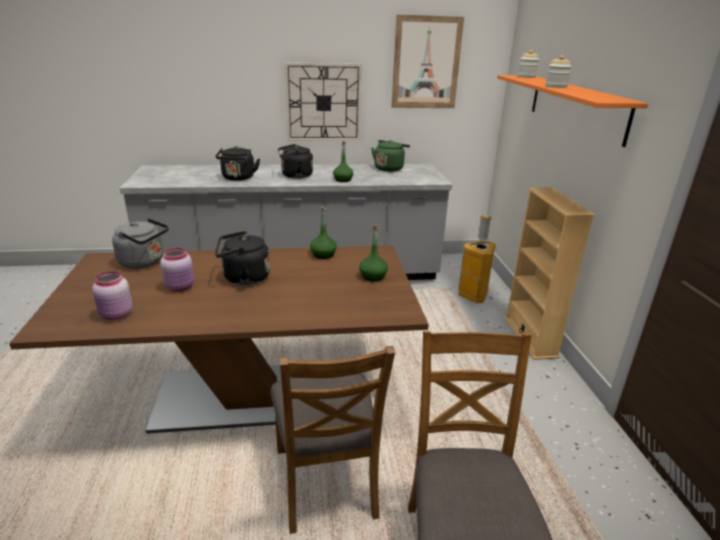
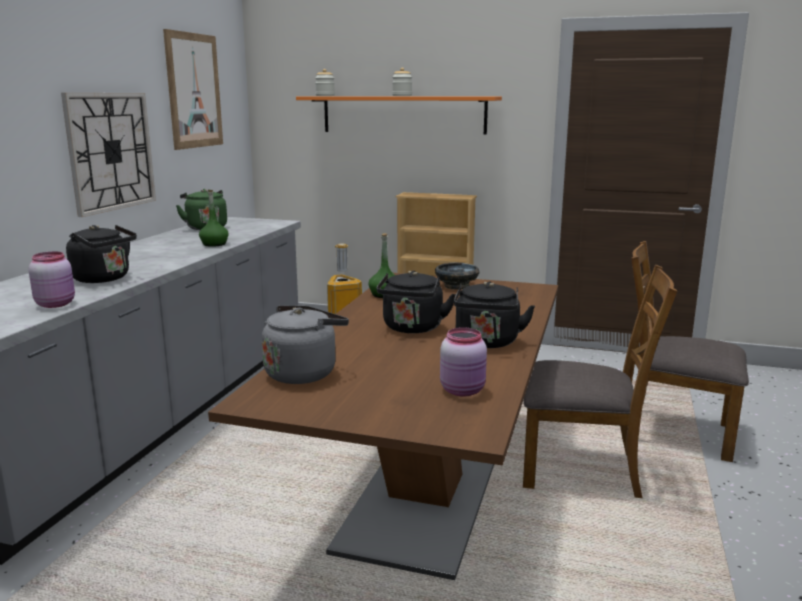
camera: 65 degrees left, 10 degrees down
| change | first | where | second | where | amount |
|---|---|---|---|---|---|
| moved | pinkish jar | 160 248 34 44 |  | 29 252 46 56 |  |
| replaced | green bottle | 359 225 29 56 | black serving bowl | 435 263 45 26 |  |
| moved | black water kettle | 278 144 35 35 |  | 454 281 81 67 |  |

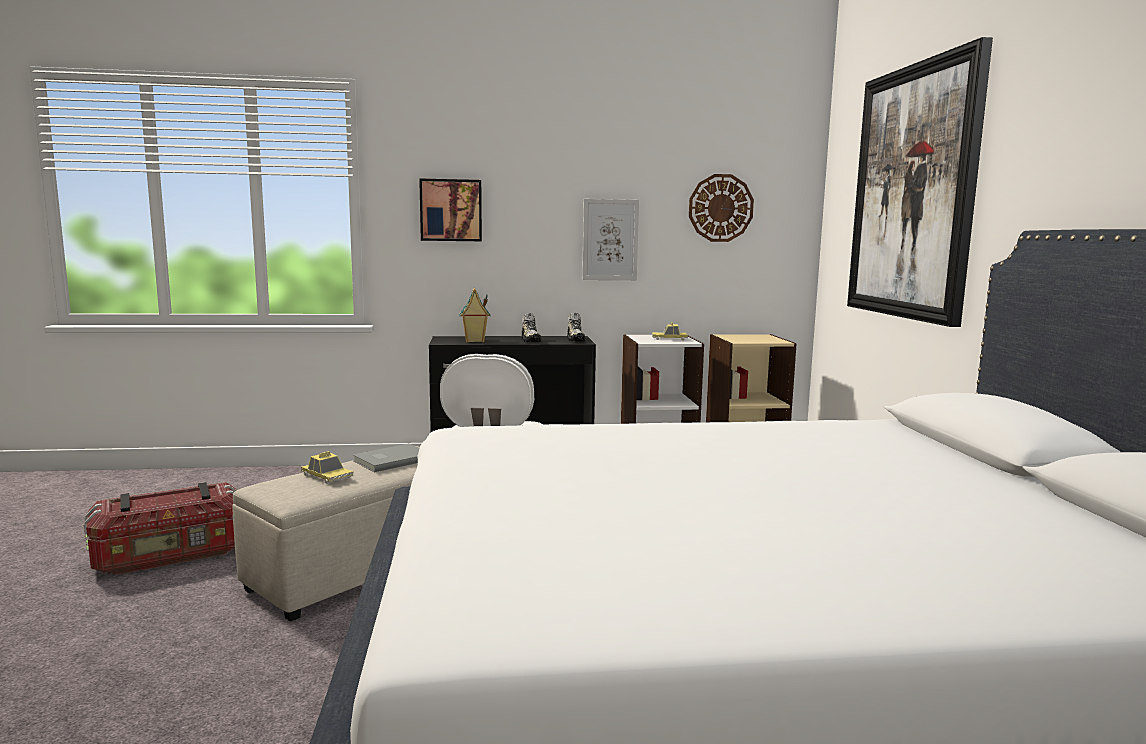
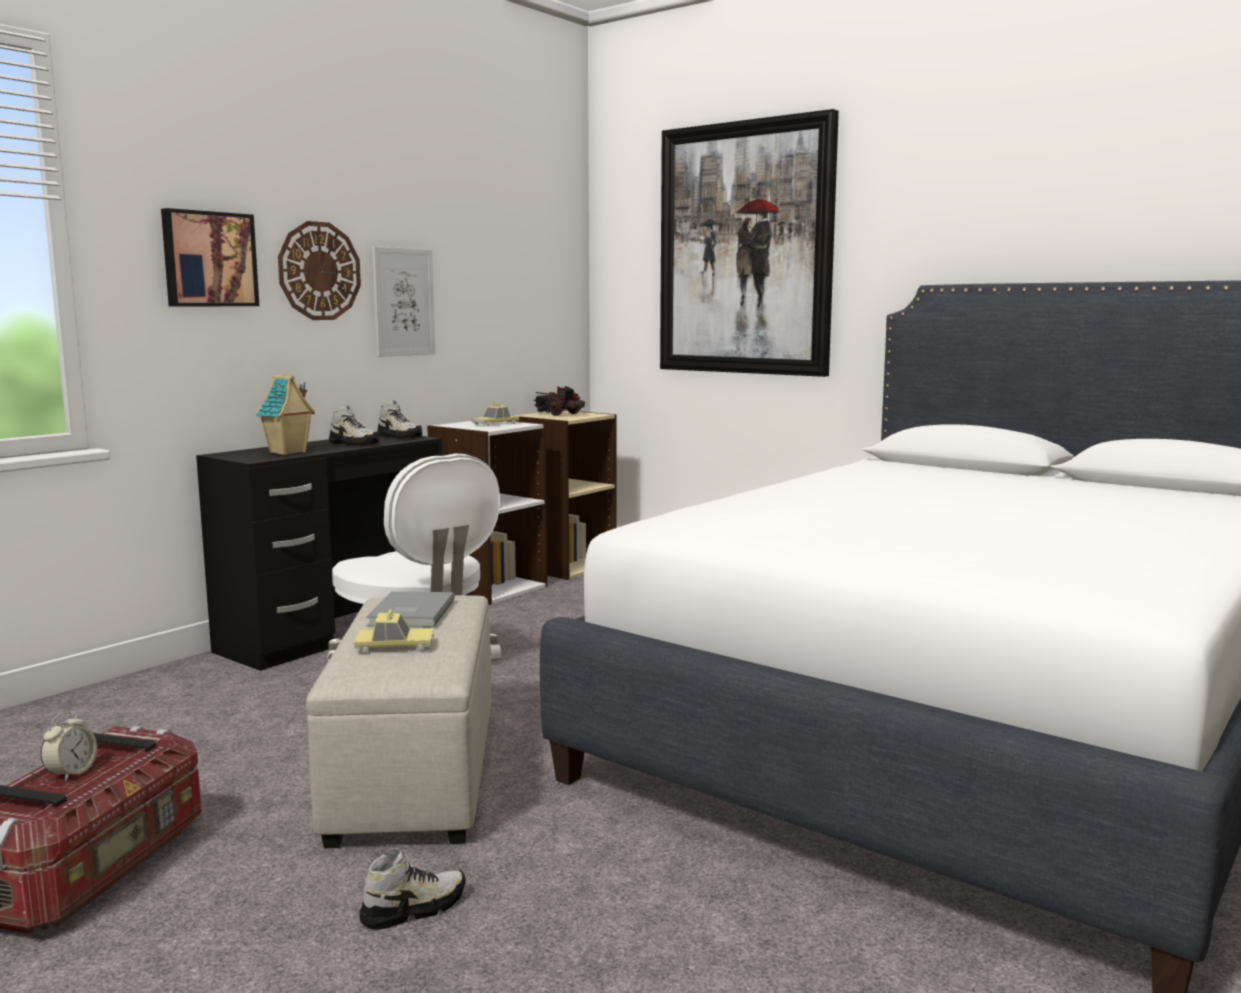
camera: 45 degrees left, 0 degrees up
| change | first | where | second | where | amount |
|---|---|---|---|---|---|
| added |  |  | bedside clock | 41 712 56 69 |  |
| moved | hanging clock | 689 174 65 68 |  | 278 221 83 99 |  |
| added |  |  | item of footwear | 359 848 107 82 |  |
| added |  |  | toy truck | 533 386 52 30 |  |

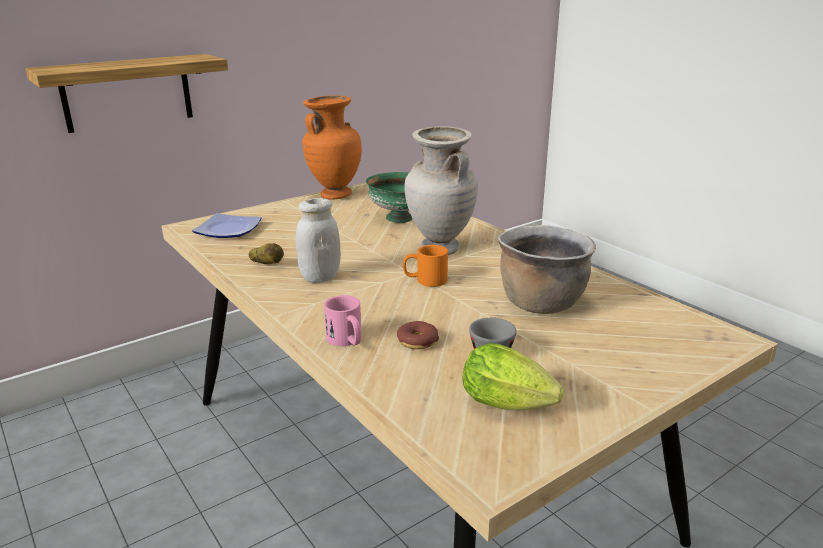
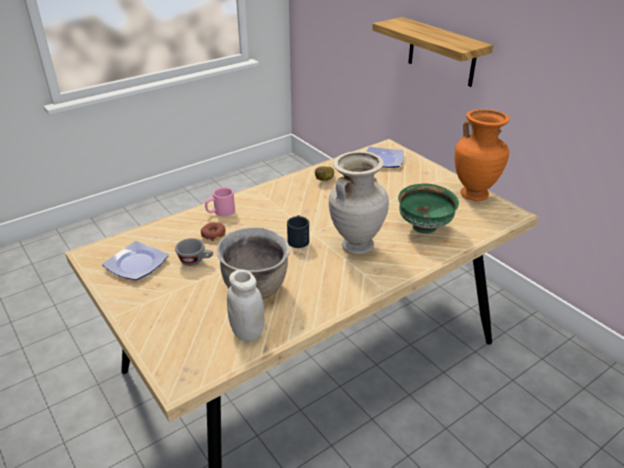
camera: 90 degrees right, 10 degrees up
| change | first | where | second | where | amount |
|---|---|---|---|---|---|
| replaced | lettuce head | 462 343 102 68 | plate | 102 241 67 39 |  |
| moved | white-coloured jar | 296 198 45 85 |  | 227 270 38 71 |  |
| recoloured | orangey mug | 403 245 45 42 | black mug | 287 215 22 33 |  |

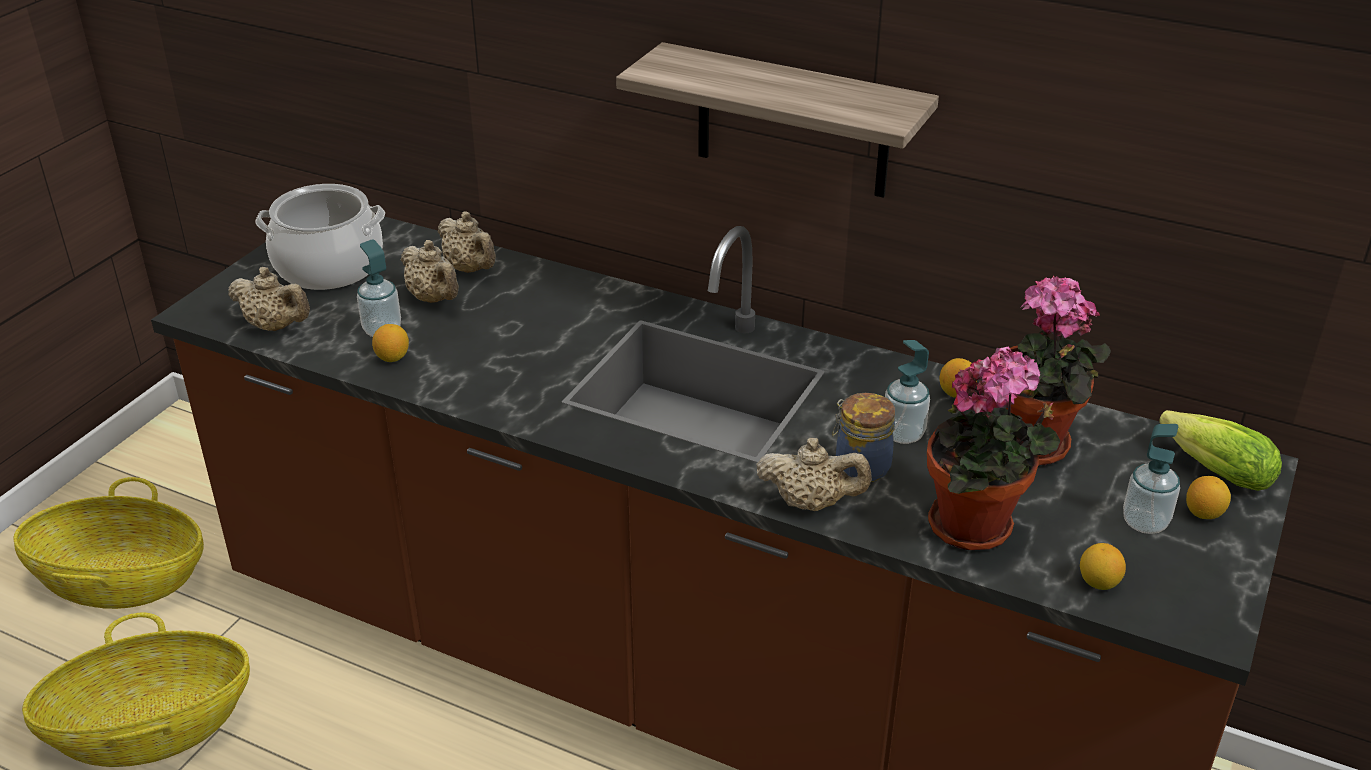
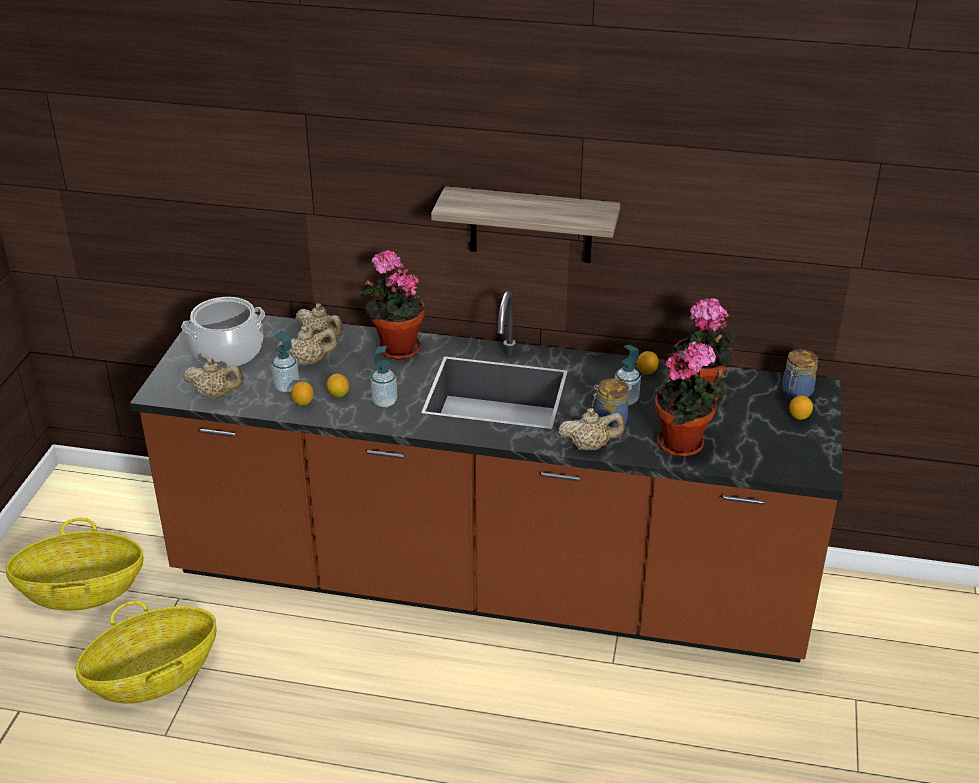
camera: 15 degrees left, 0 degrees up
| change | first | where | second | where | amount |
|---|---|---|---|---|---|
| turned | sand-coloured tea pot | 401 240 58 63 |  | 277 326 61 40 | 45 degrees counterclockwise |
| moved | whole lemon | 1080 543 46 47 |  | 327 374 22 23 |  |
| added |  |  | houseplant | 359 250 66 110 |  |
| moved | soap bottle | 1123 424 57 110 |  | 371 346 26 61 |  |
| replaced | lettuce head | 1159 410 123 81 | jar | 782 349 36 49 |  |

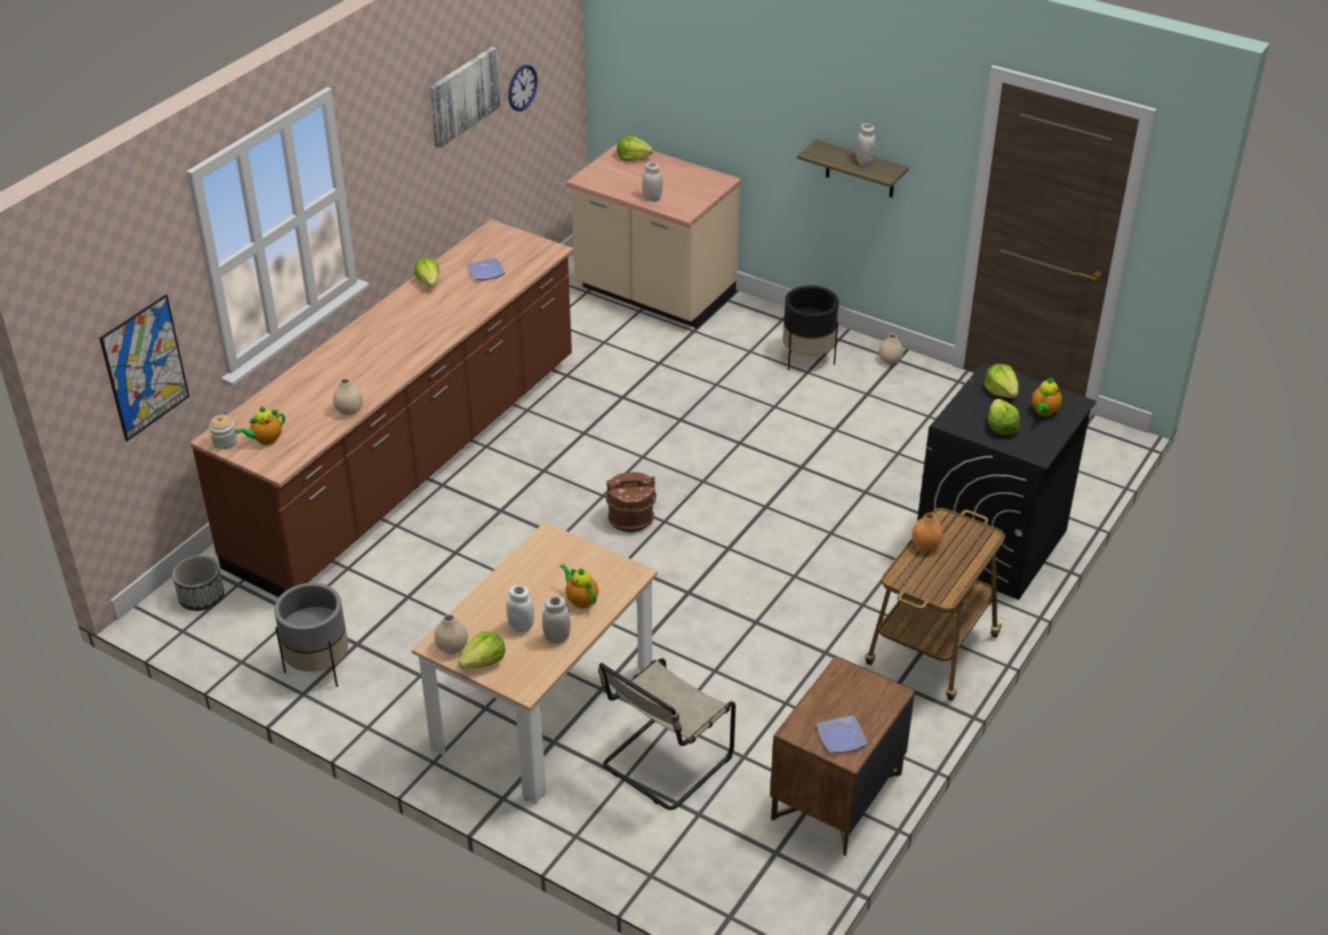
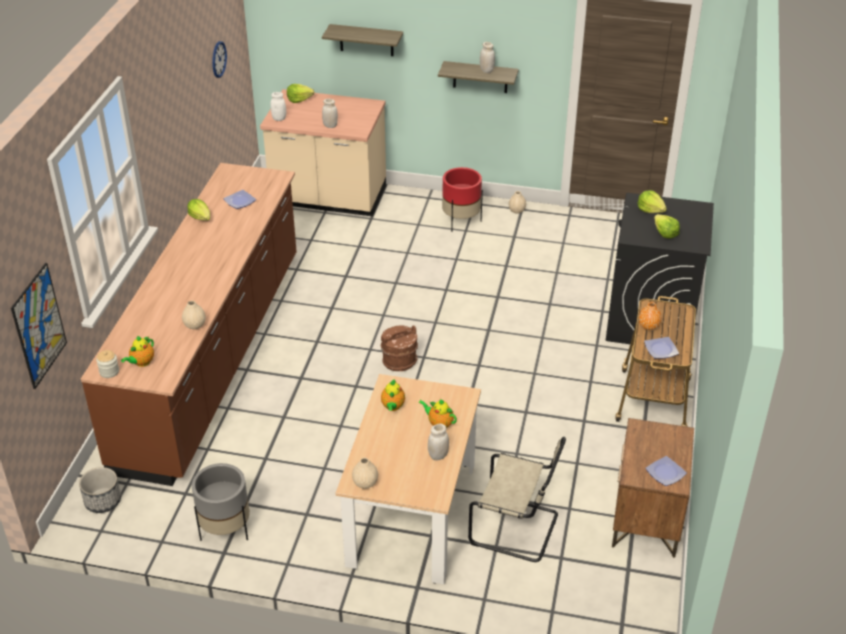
camera: 20 degrees left, 0 degrees up
| change | first | where | second | where | amount |
|---|---|---|---|---|---|
| moved | white-coloured jar | 506 585 28 48 |  | 270 92 16 29 |  |
| added |  |  | bracket shelf | 322 24 81 32 |  |
| moved | tea pot | 1032 378 30 38 |  | 381 380 24 31 |  |
| recoloured | black plant pot | 783 286 56 84 | reddish plant pot | 442 167 41 65 |  |
| turned | sand-coloured upright chair | 598 658 138 152 |  | 468 437 98 125 | 90 degrees counterclockwise |
| added |  |  | plate | 644 337 35 22 |  |
| removed | wall picture | 430 47 71 101 |  |  |  |
| removed | lettuce head | 458 631 48 38 |  |  |  |

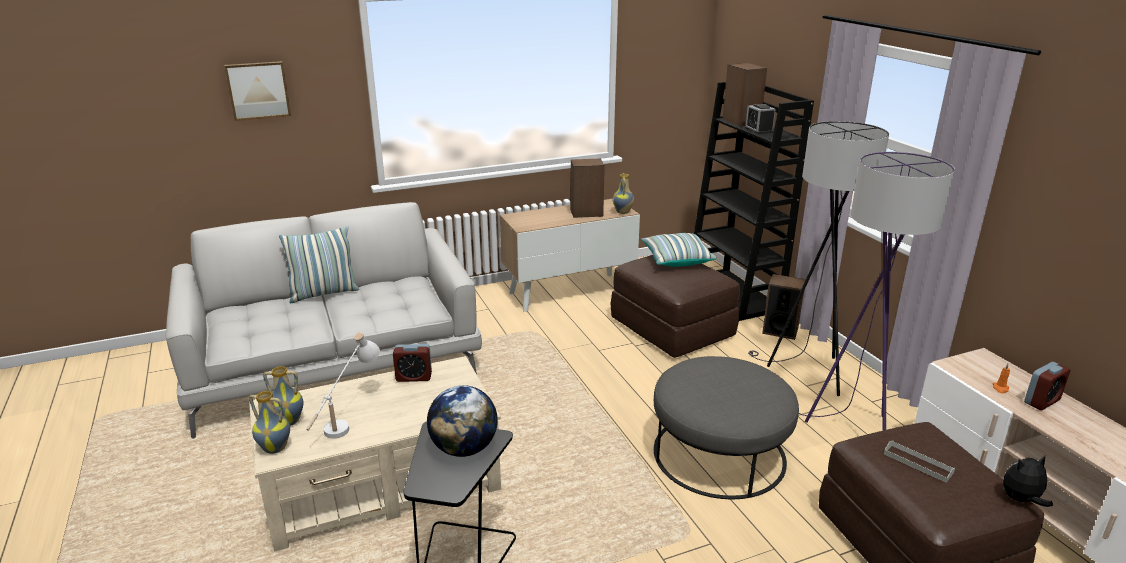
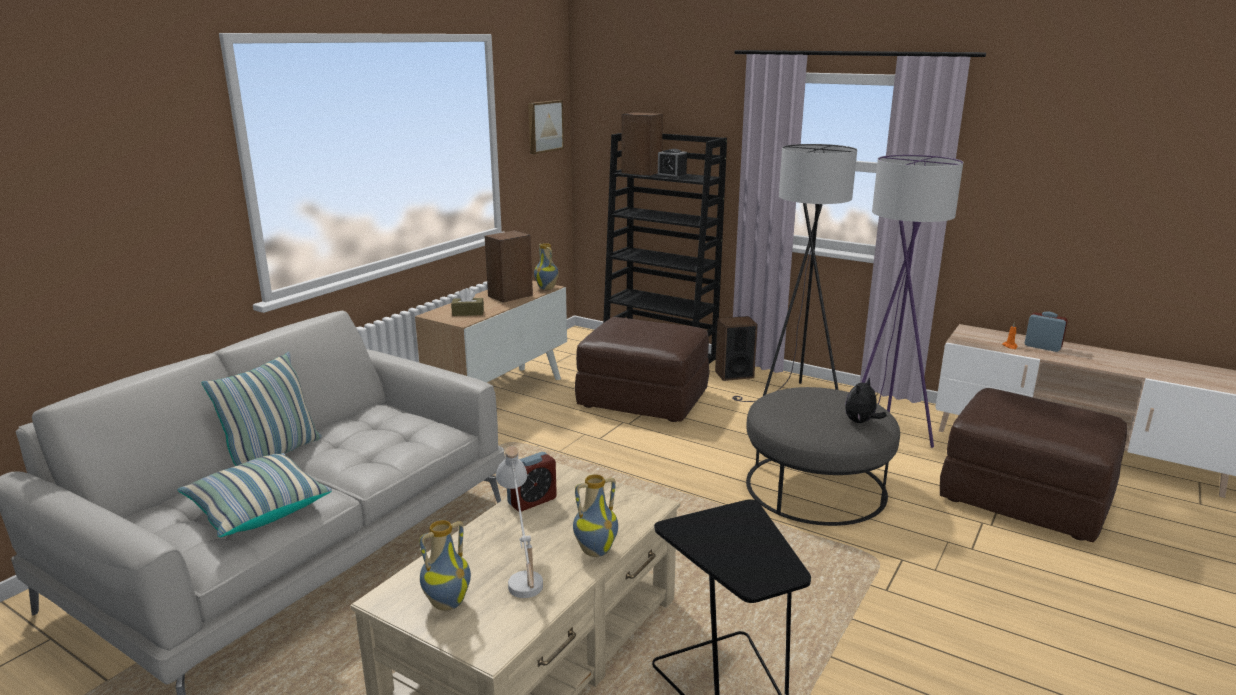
camera: 35 degrees left, 5 degrees down
| change | first | where | second | where | amount |
|---|---|---|---|---|---|
| moved | pillow | 641 233 76 34 |  | 178 453 154 84 |  |
| added |  |  | brown-coloured box of tissues | 451 288 33 28 |  |
| moved | wall picture | 224 61 67 60 |  | 528 100 36 54 |  |
| moved | decorative vase | 249 391 41 63 |  | 573 474 45 83 |  |
| moved | cuddly toy | 1003 456 50 51 |  | 845 378 42 45 |  |
| turned | bedside clock | 1024 362 47 48 |  | 1025 312 43 40 | 75 degrees counterclockwise |
| removed | globe | 427 385 71 72 |  |  |  |
| removed | gray serving tray | 884 441 71 42 |  |  |  |

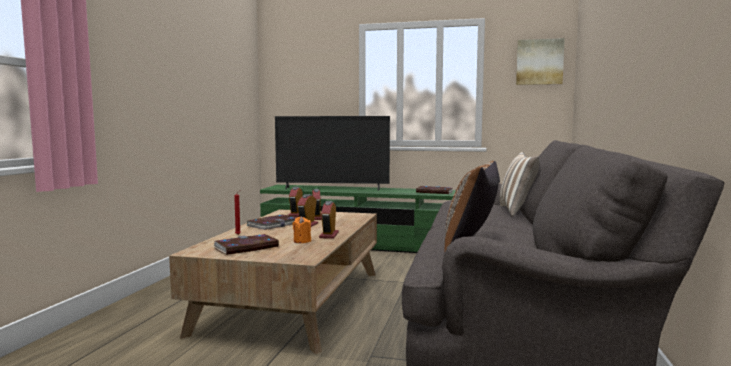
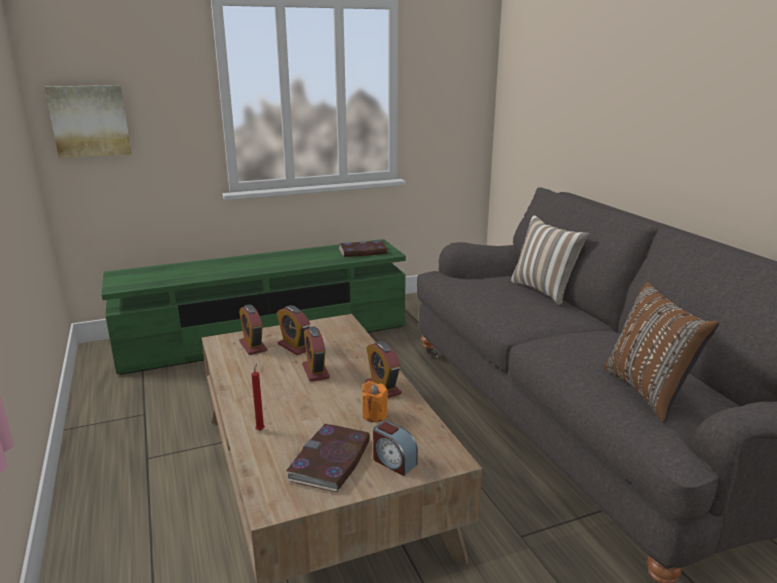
camera: 35 degrees left, 15 degrees up
| change | first | where | second | where | amount |
|---|---|---|---|---|---|
| moved | wall picture | 516 38 49 47 |  | 45 85 86 73 |  |
| added |  |  | bedside clock | 373 421 45 55 |  |
| removed | book | 247 214 50 16 |  |  |  |
| removed | TV | 275 116 115 75 |  |  |  |

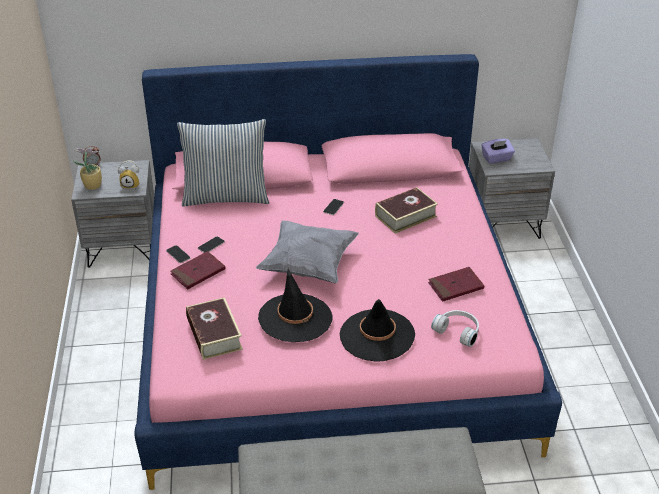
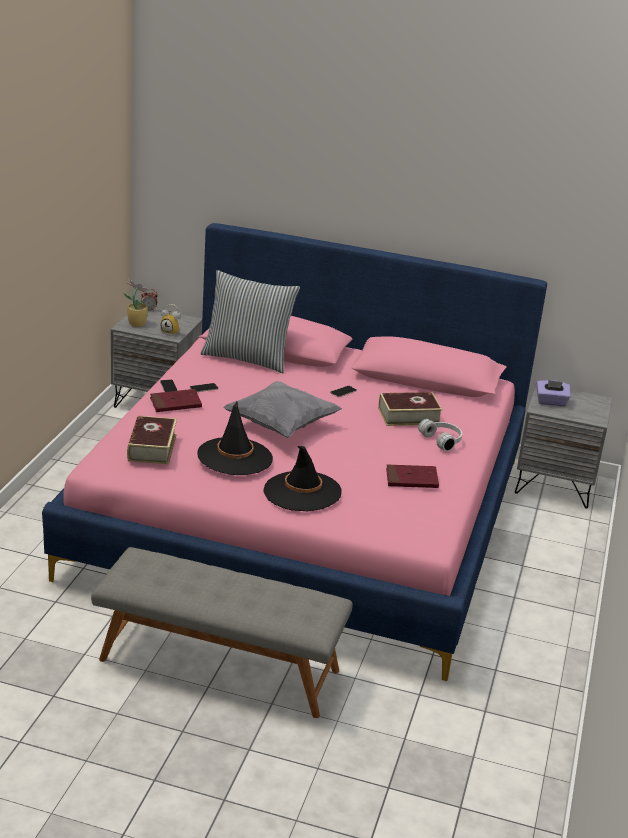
camera: 20 degrees right, 10 degrees down
| change | first | where | second | where | amount |
|---|---|---|---|---|---|
| moved | white-coloured pair of headphones | 431 310 48 37 |  | 418 419 45 32 |  |

